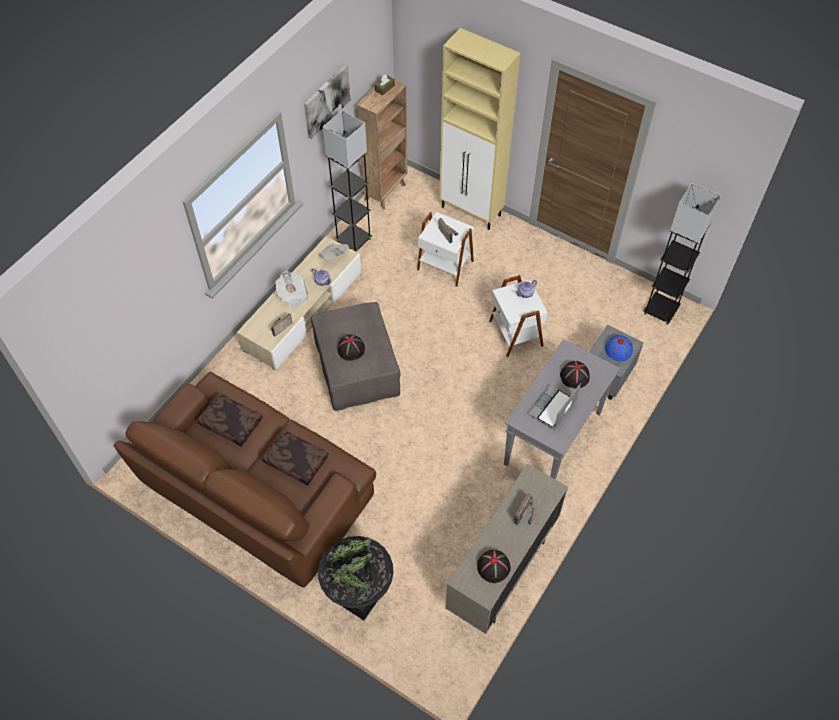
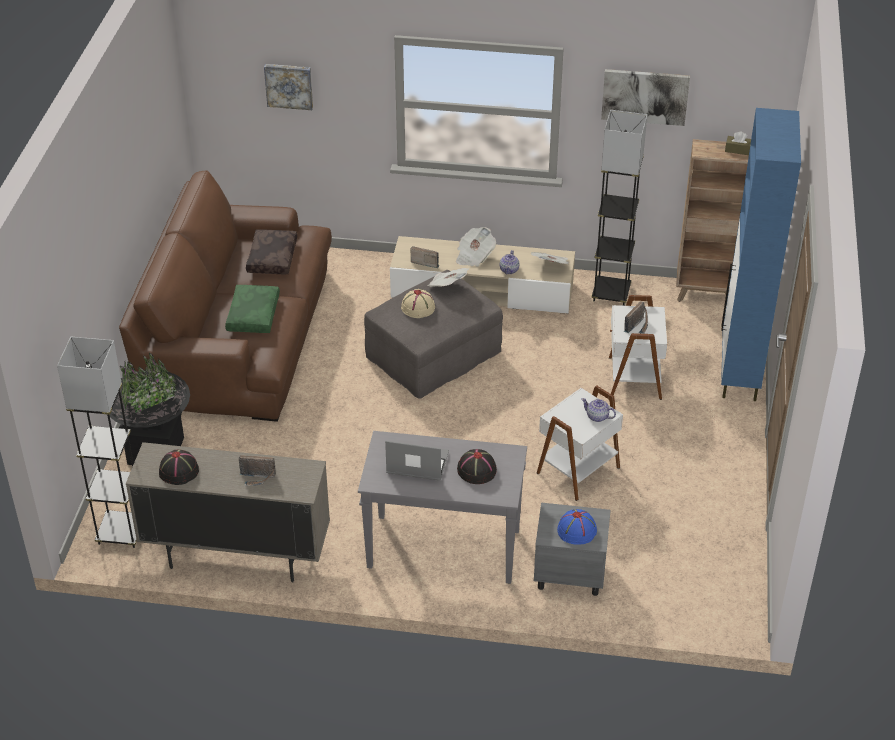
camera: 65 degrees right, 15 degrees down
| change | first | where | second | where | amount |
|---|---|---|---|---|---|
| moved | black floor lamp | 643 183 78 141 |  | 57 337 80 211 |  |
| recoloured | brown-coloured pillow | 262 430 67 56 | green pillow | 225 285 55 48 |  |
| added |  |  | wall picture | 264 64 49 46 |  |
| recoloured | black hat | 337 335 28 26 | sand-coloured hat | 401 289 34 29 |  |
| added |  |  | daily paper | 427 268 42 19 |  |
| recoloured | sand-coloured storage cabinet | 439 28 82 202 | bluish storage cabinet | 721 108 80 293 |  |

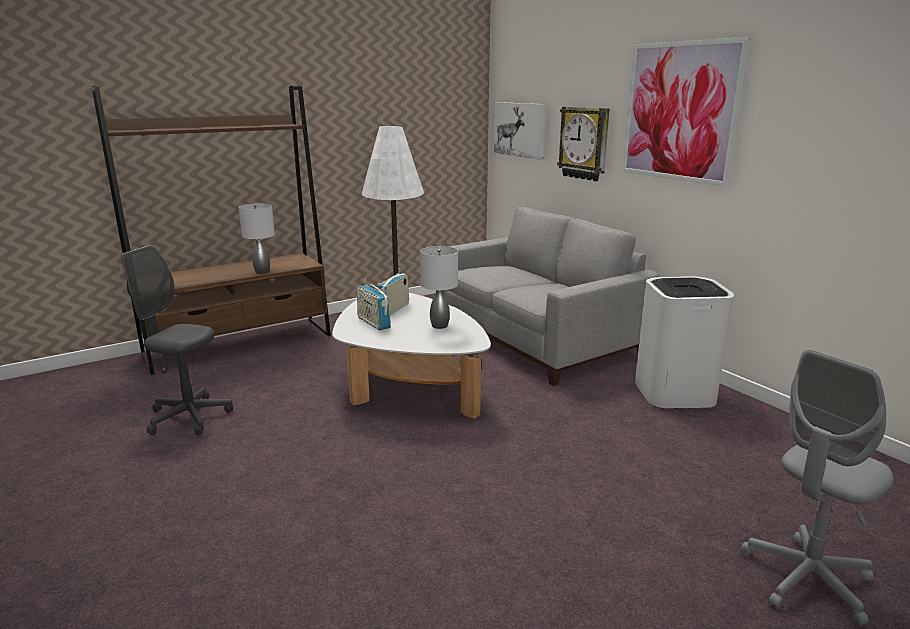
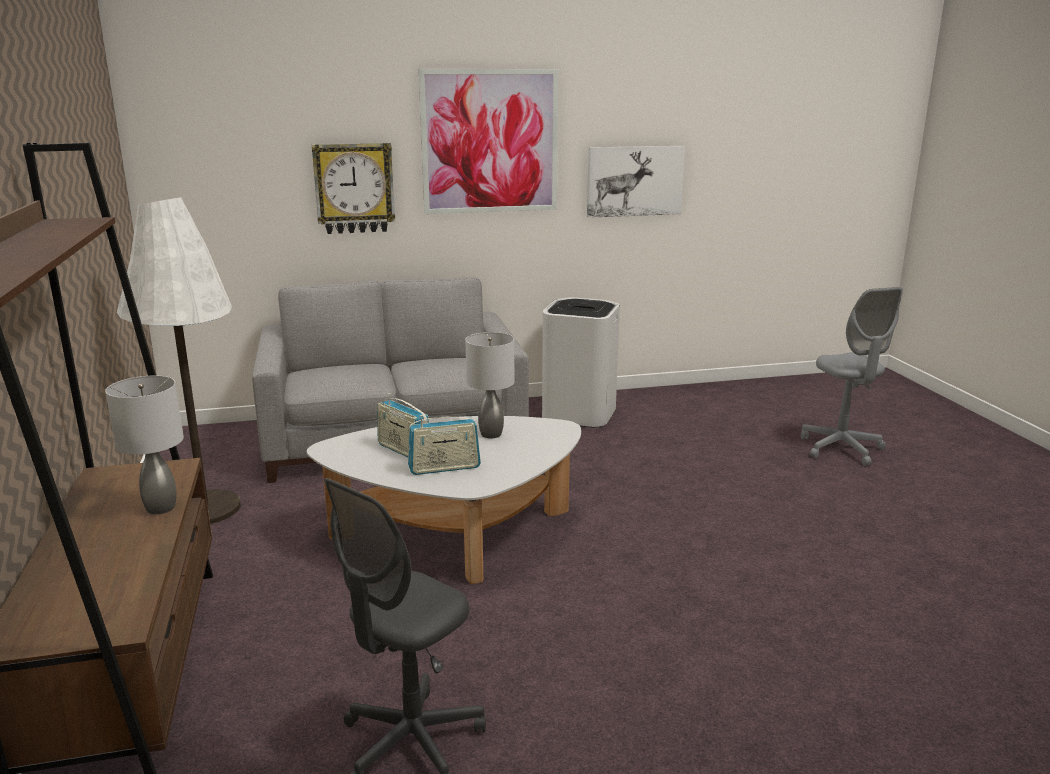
camera: 70 degrees left, 0 degrees up
| change | first | where | second | where | amount |
|---|---|---|---|---|---|
| moved | wall picture | 494 102 52 58 |  | 587 146 98 72 |  |

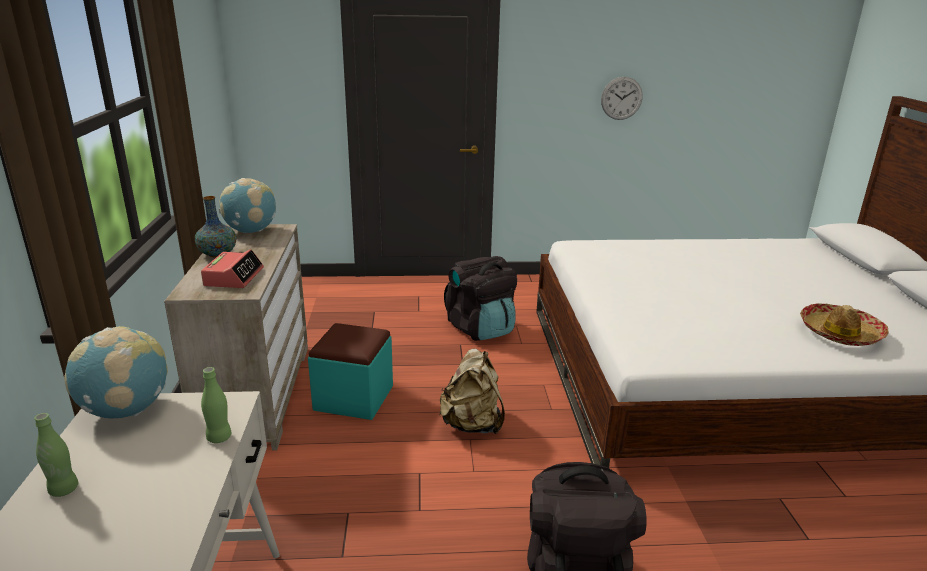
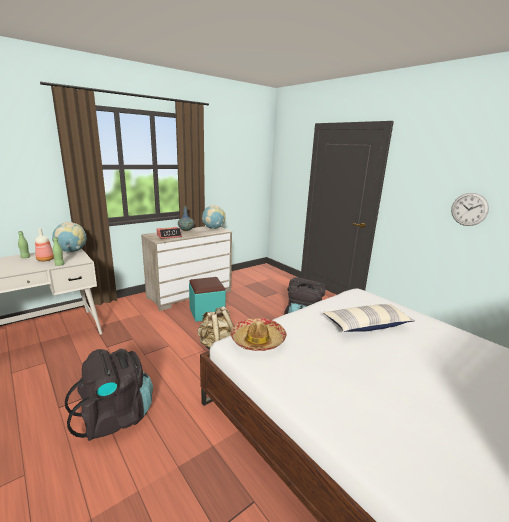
camera: 55 degrees right, 5 degrees down
| change | first | where | second | where | amount |
|---|---|---|---|---|---|
| added |  |  | bottle | 35 228 19 33 |  |
| moved | hat | 800 303 89 43 |  | 231 318 56 33 |  |
| added |  |  | pillow | 323 304 92 28 |  |

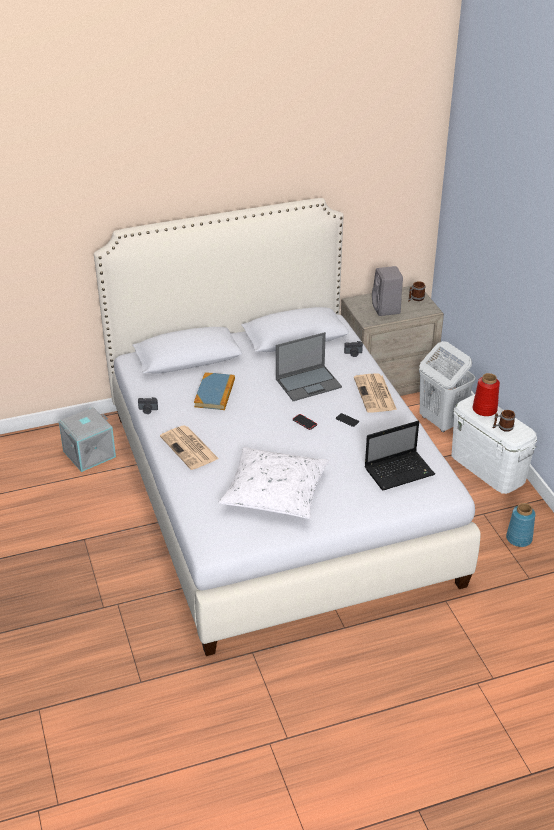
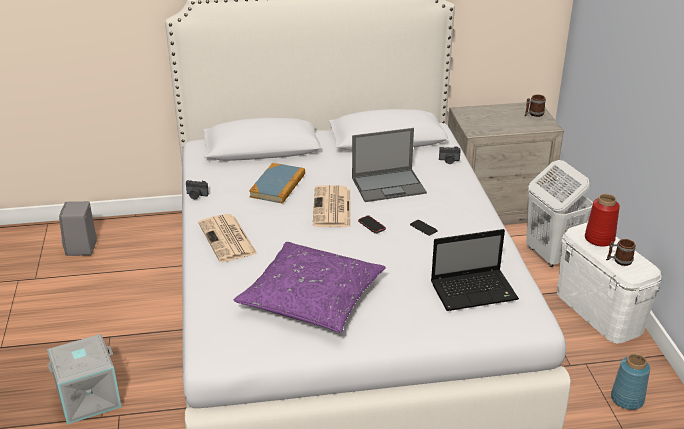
camera: 10 degrees right, 5 degrees down
| change | first | where | second | where | amount |
|---|---|---|---|---|---|
| moved | gray storage container | 59 407 57 65 |  | 47 334 75 90 |  |
| moved | gray speaker | 372 266 31 50 |  | 59 201 38 55 |  |
| recoloured | white-coloured pillow | 219 447 110 72 | purple-coloured pillow | 234 242 152 91 |  |
| moved | daily paper | 354 373 43 40 |  | 313 185 38 42 |  |

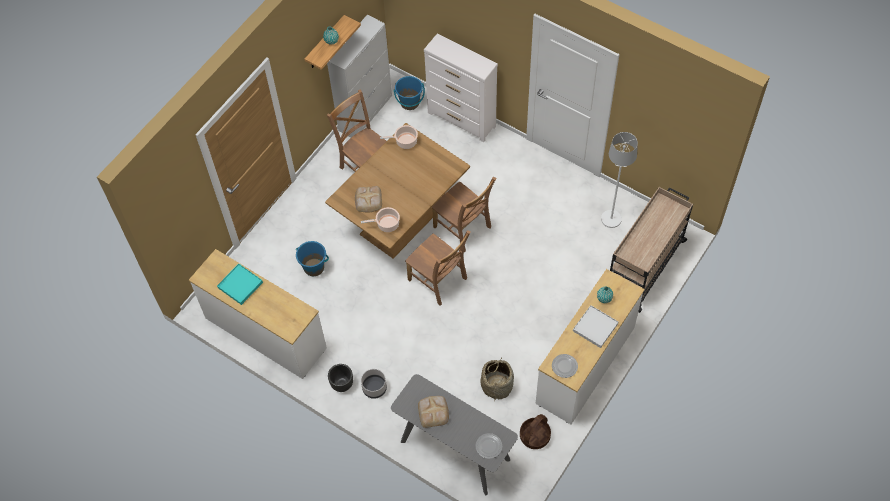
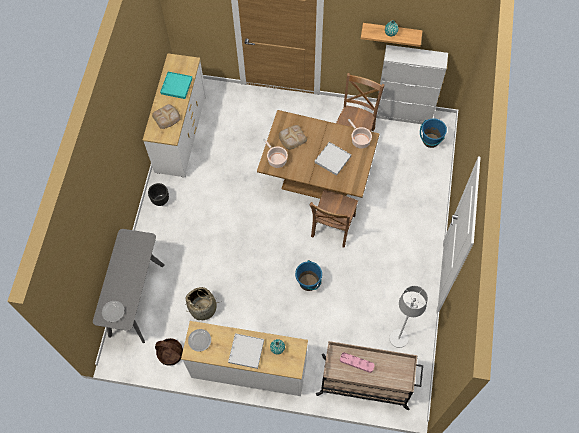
camera: 65 degrees right, 5 degrees up
| change | first | where | second | where | amount |
|---|---|---|---|---|---|
| moved | bread | 418 396 31 32 |  | 152 104 29 25 |  |
| moved | bluish pail | 296 241 33 35 |  | 295 260 27 31 |  |
| added |  |  | white-coloured serving tray | 315 142 36 34 |  |
| added |  |  | pinkish serving tray | 340 352 35 21 |  |
| removed | gray plant pot | 361 369 26 30 |  |  |  |
| removed | brown-coloured upright chair | 405 230 66 76 |  |  |  |
| removed | white-coloured drawer chest | 424 33 74 109 |  |  |  |

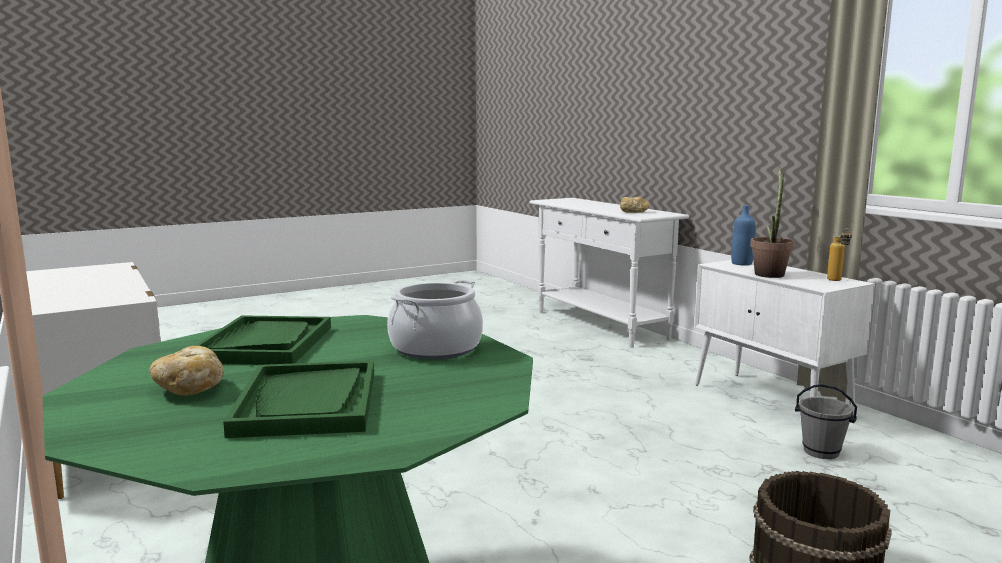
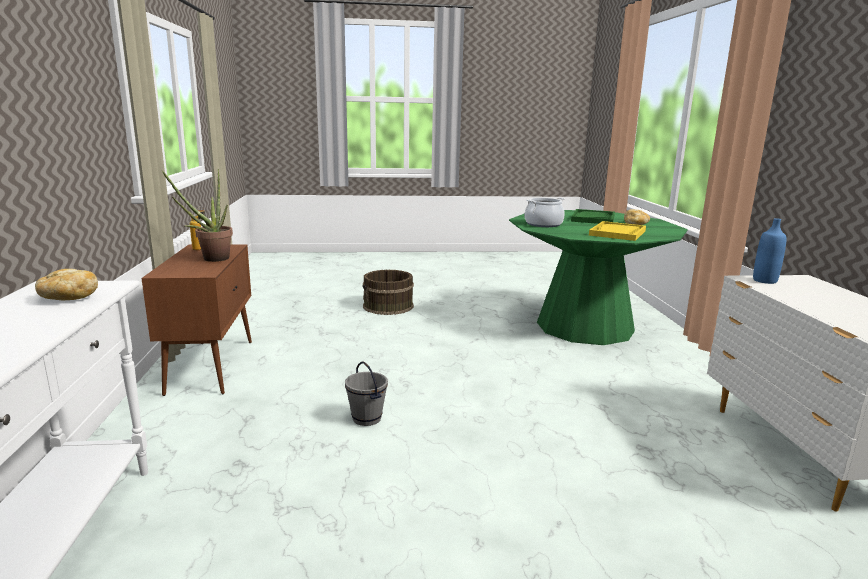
camera: 155 degrees left, 5 degrees up
| change | first | where | second | where | amount |
|---|---|---|---|---|---|
| recoloured | white-coloured storage cabinet | 694 260 181 155 | brown-coloured storage cabinet | 141 244 111 152 |  |
| moved | gray pail | 795 384 62 75 |  | 345 362 43 64 |  |
| recoloured | green serving tray | 195 315 136 50 | yellowish serving tray | 589 221 57 20 |  |
| moved | bluish bottle | 731 205 25 61 |  | 753 218 33 66 |  |

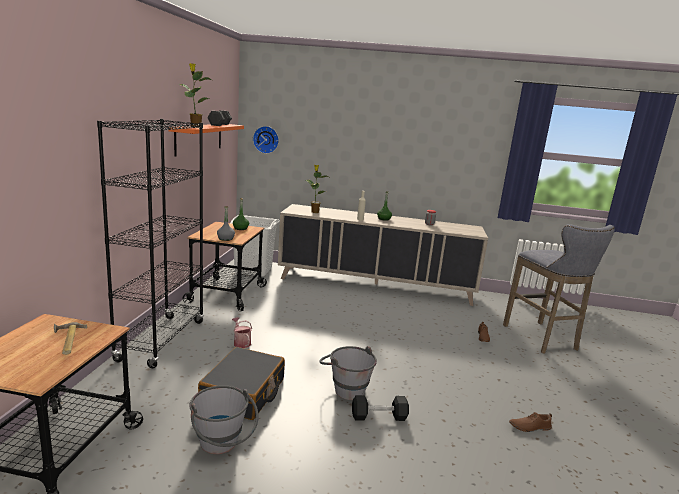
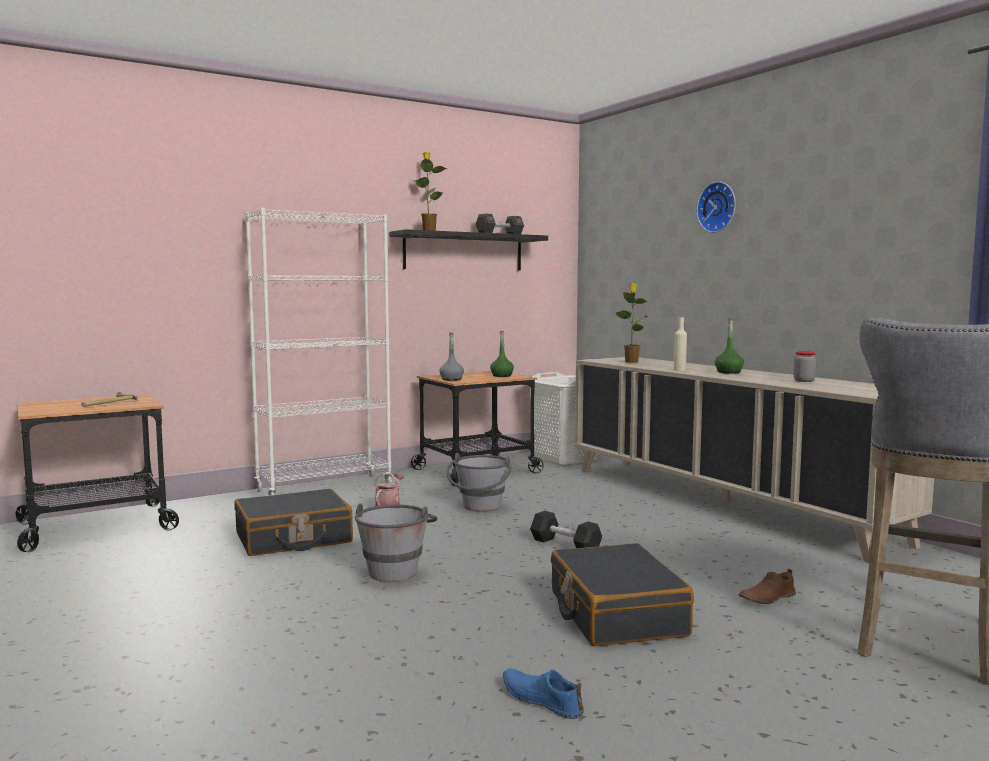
camera: 50 degrees right, 10 degrees down
| change | first | where | second | where | amount |
|---|---|---|---|---|---|
| recoloured | black bookcase | 97 119 107 249 | white-coloured bookcase | 245 208 147 288 |  |
| recoloured | orangey bracket shelf | 168 124 76 33 | black bracket shelf | 390 229 158 42 |  |
| moved | gray pail | 189 385 70 69 |  | 446 453 65 59 |  |
| recoloured | brown-coloured item of footwear | 509 412 43 20 | bluish item of footwear | 503 668 81 51 |  |
| moved | black dumbbell | 352 395 57 26 |  | 530 511 72 37 |  |
| added |  |  | black piece of luggage | 551 543 143 103 |  |
| moved | hanging clock | 253 126 26 28 |  | 697 182 39 51 |  |

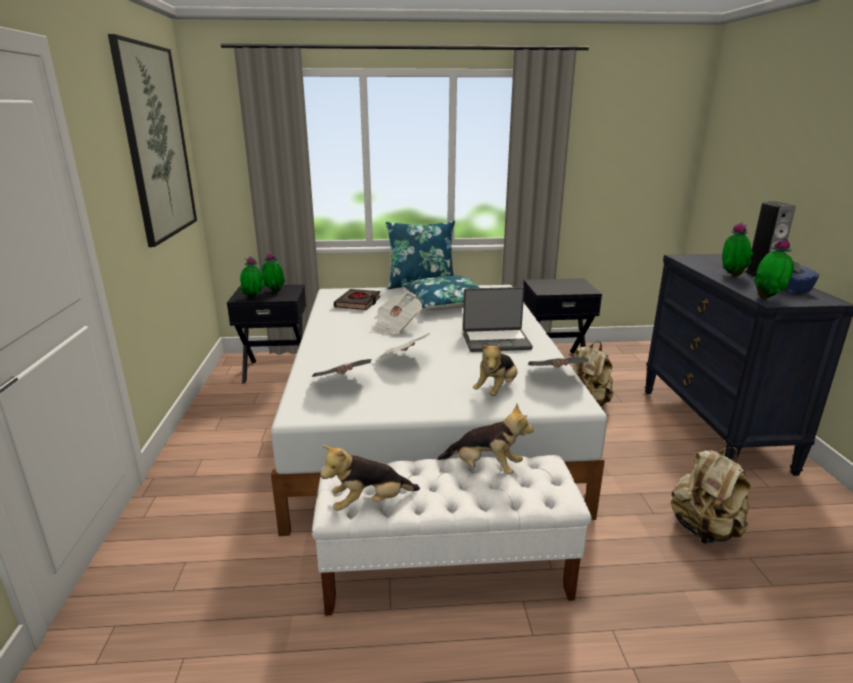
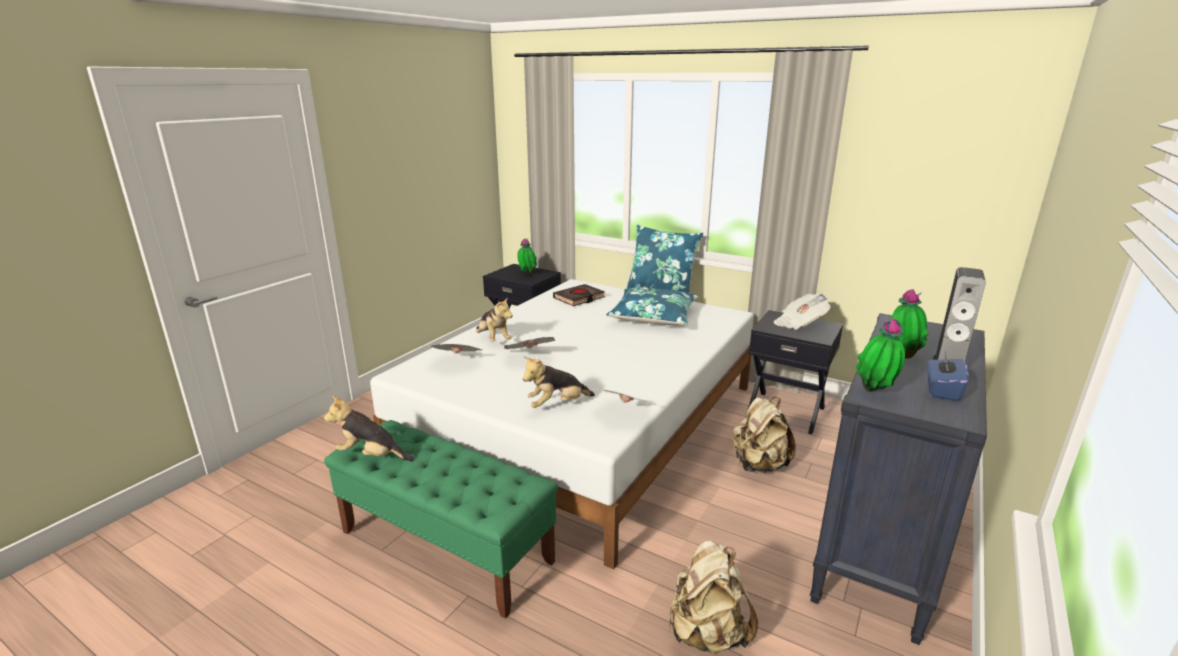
camera: 35 degrees right, 0 degrees up
| change | first | where | second | where | amount |
|---|---|---|---|---|---|
| recoloured | white-coloured bench | 312 455 280 161 | green bench | 324 420 234 199 |  |
| moved | cuddly toy | 437 404 97 70 |  | 476 296 37 46 |  |
| moved | daily paper | 371 293 51 41 |  | 774 294 56 36 |  |
| removed | wall picture | 108 34 89 213 |  |  |  |
| removed | houseplant | 240 256 24 42 |  |  |  |
| removed | laptop | 463 287 70 65 |  |  |  |

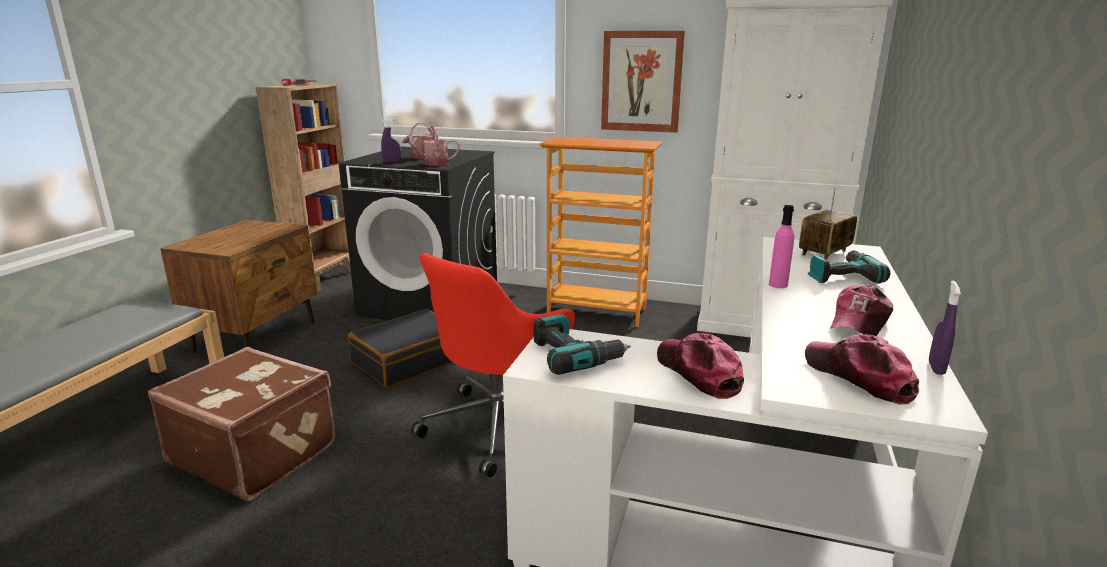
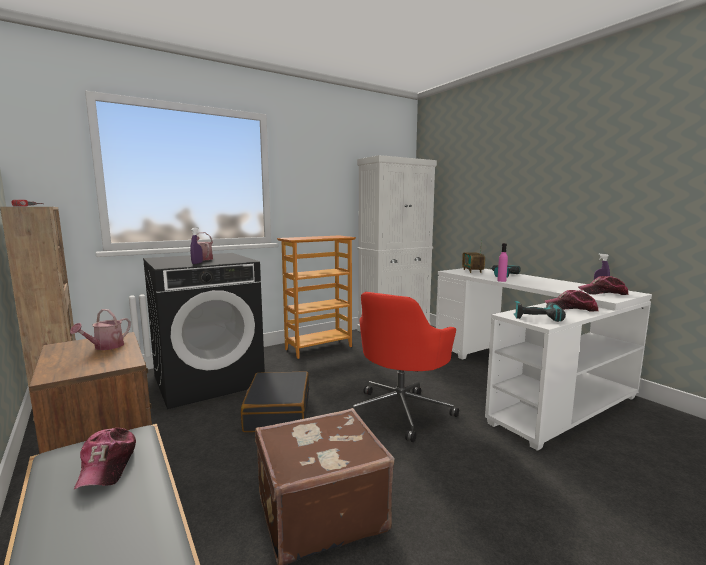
camera: 50 degrees left, 10 degrees down
| change | first | where | second | where | amount |
|---|---|---|---|---|---|
| moved | watering pot | 402 127 57 39 |  | 70 309 61 41 |  |
| moved | peaked cap | 830 285 63 51 |  | 73 428 63 62 |  |
| turned | reddish desk chair | 411 253 164 224 |  | 353 292 106 150 | 45 degrees clockwise |
| removed | wall picture | 601 31 84 102 |  |  |  |

